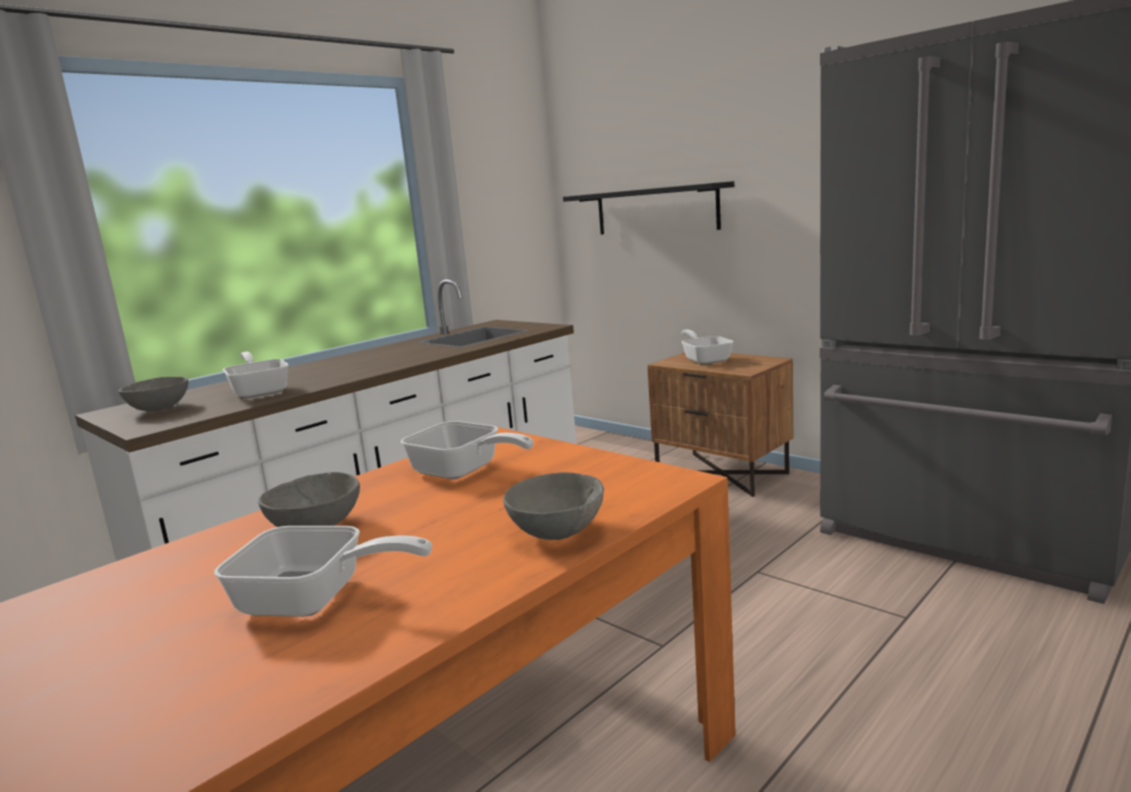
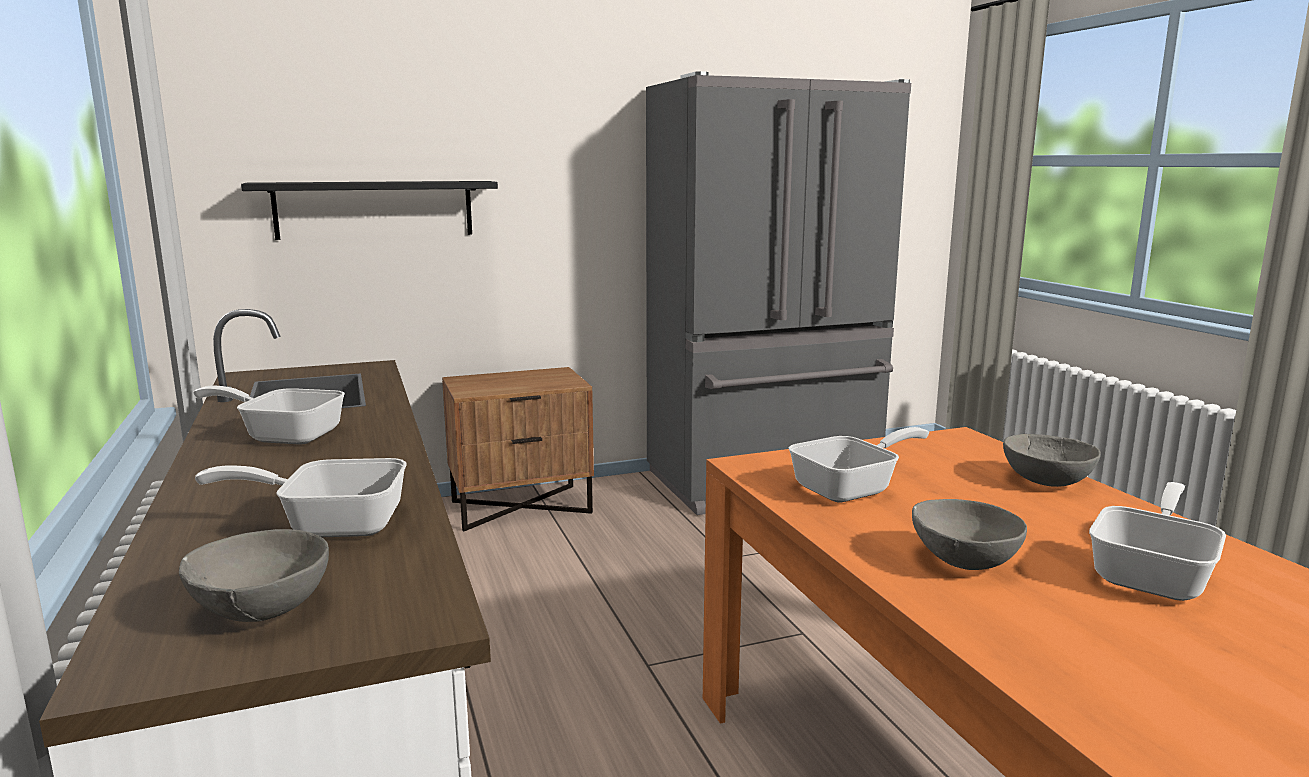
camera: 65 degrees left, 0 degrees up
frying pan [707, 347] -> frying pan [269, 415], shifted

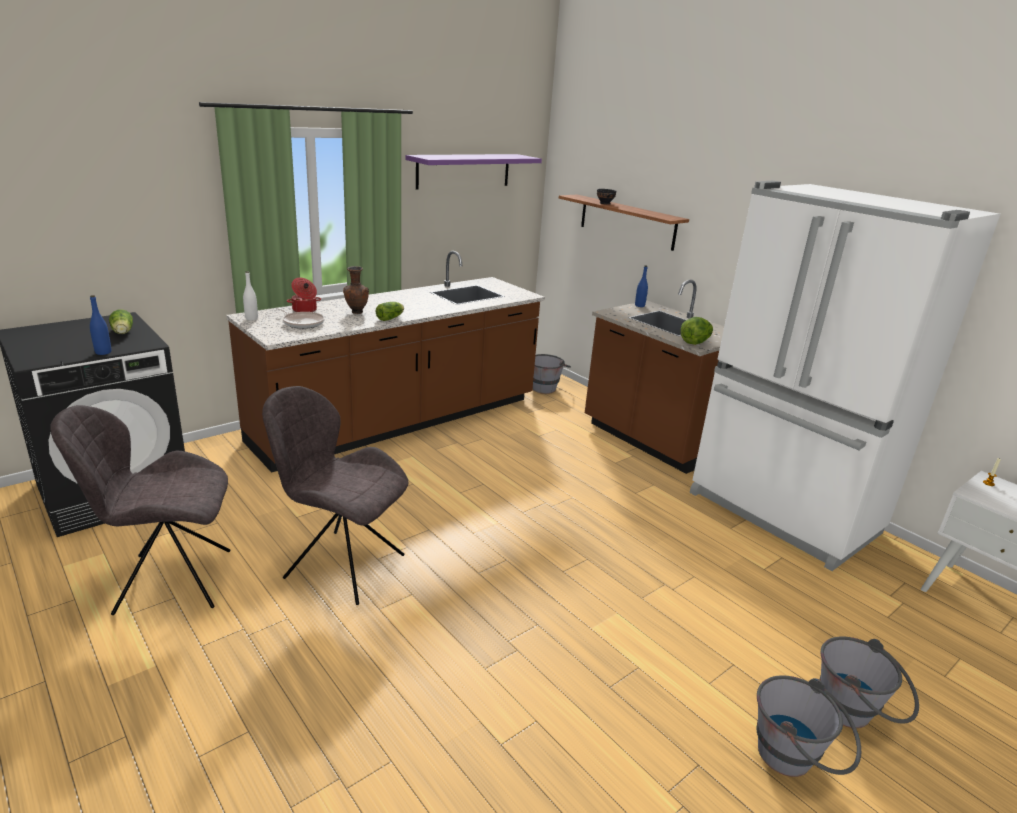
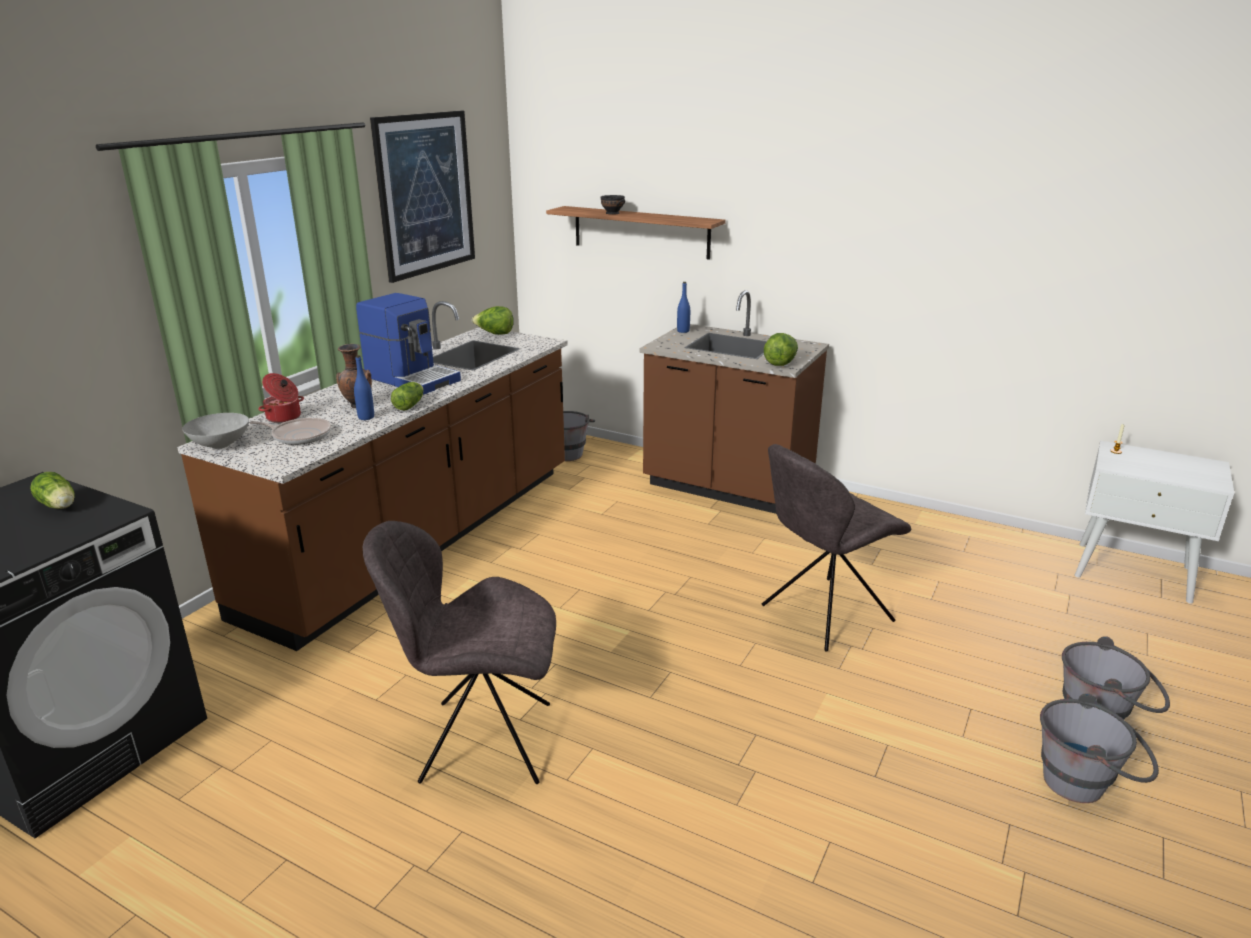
camera: 20 degrees left, 0 degrees up
white fridge [845, 376] -> none
none -> coffee machine [408, 344]
none -> lettuce [493, 320]
grey chair [140, 510] -> grey chair [836, 548], shifted
blue bottle [100, 325] -> blue bottle [364, 387], shifted
white bottle [250, 295] -> grey bowl [215, 431]
purple shelf [473, 171] -> picture [422, 197]

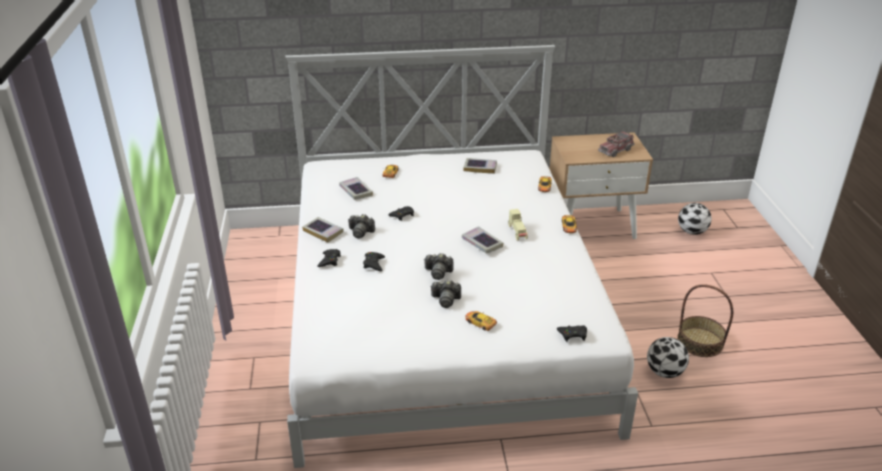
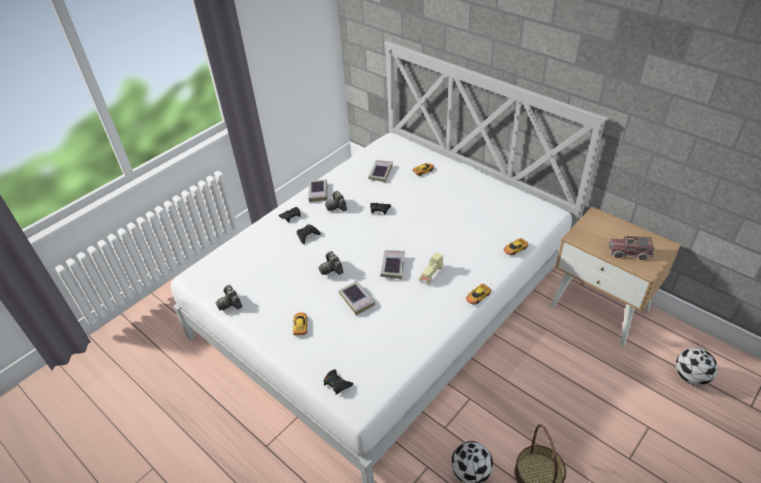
camera: 50 degrees right, 10 degrees up
photo camera [445, 294] -> photo camera [228, 297], shifted
book [480, 166] -> book [356, 298], shifted

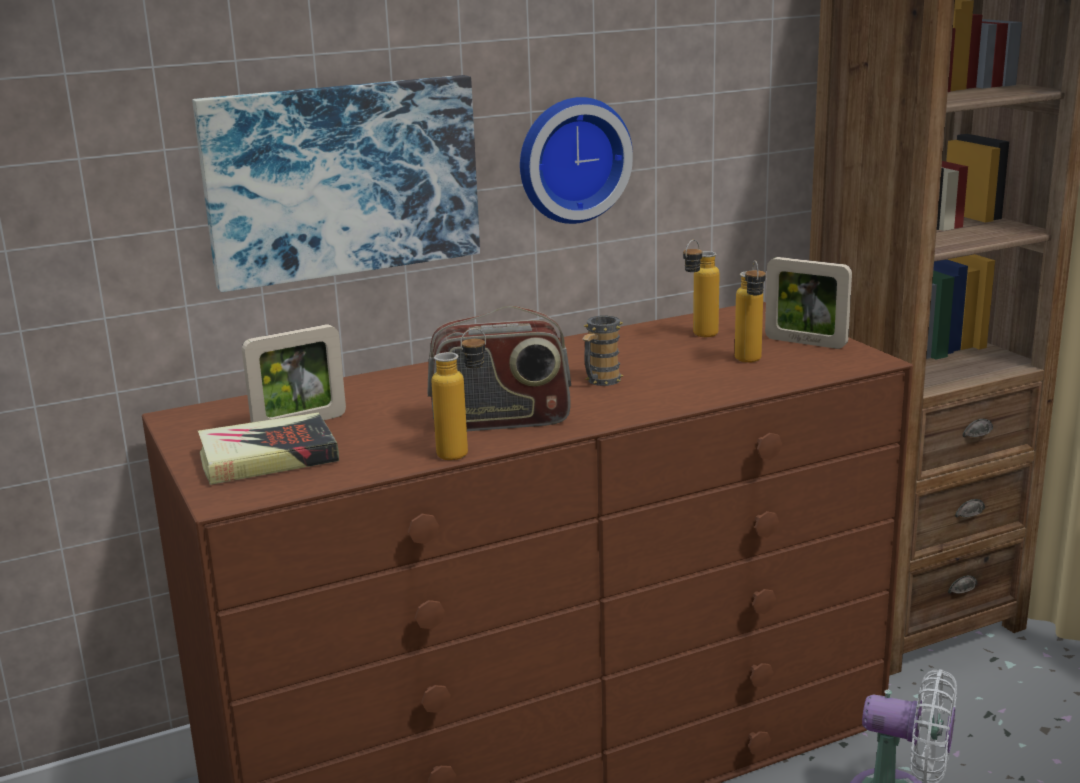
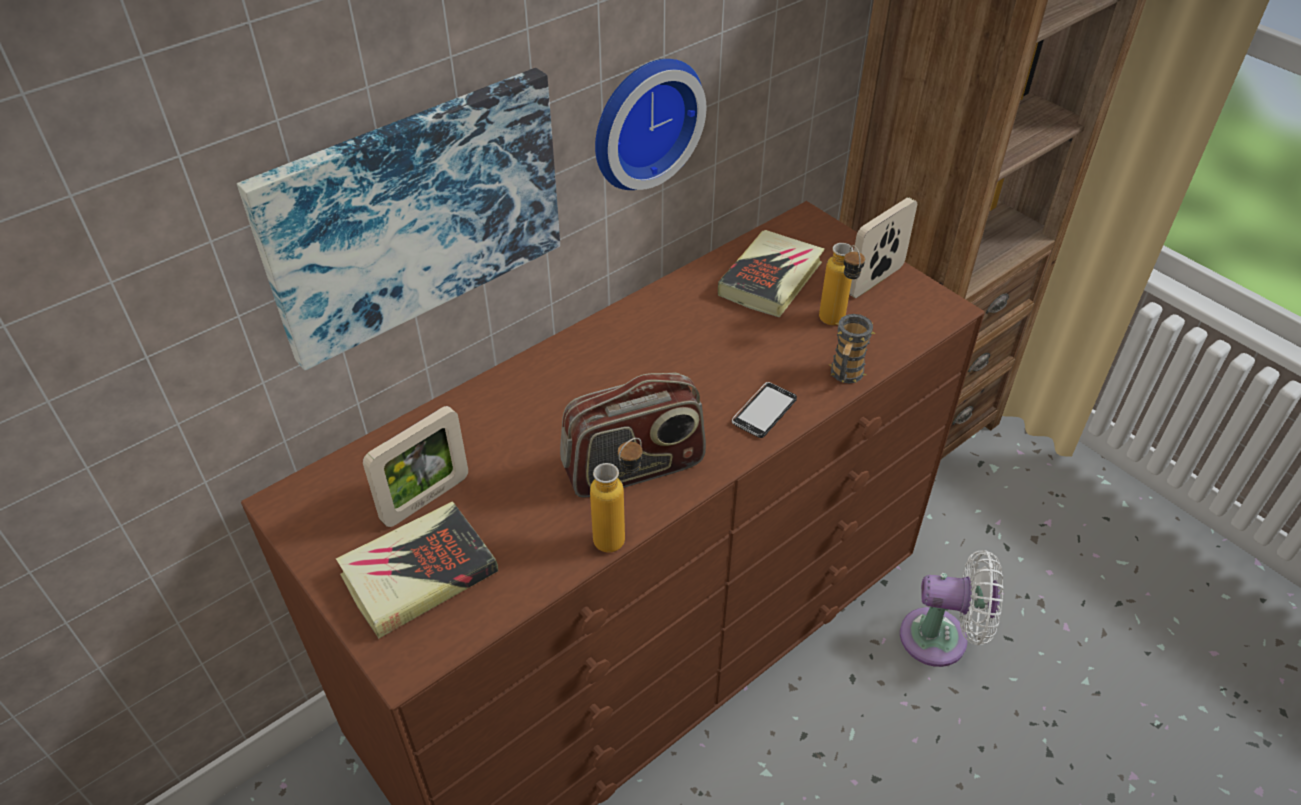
camera: 15 degrees left, 25 degrees up
none -> phone [764, 410]
mug [603, 350] -> mug [852, 348], shifted
bottle [701, 288] -> book [771, 273]
picture frame [808, 303] -> picture frame [883, 247], 120 degrees clockwise

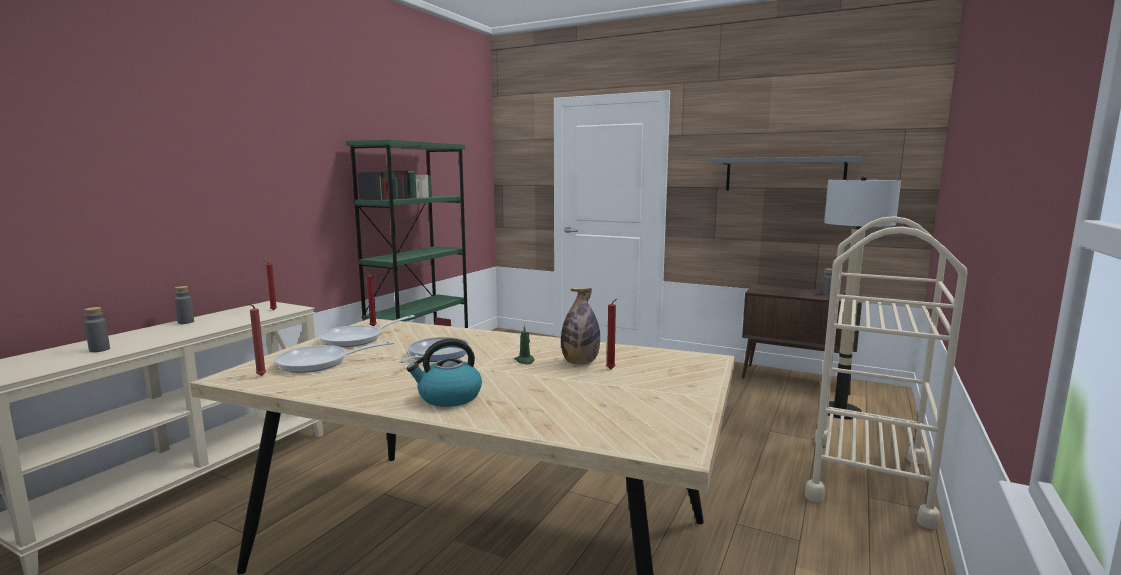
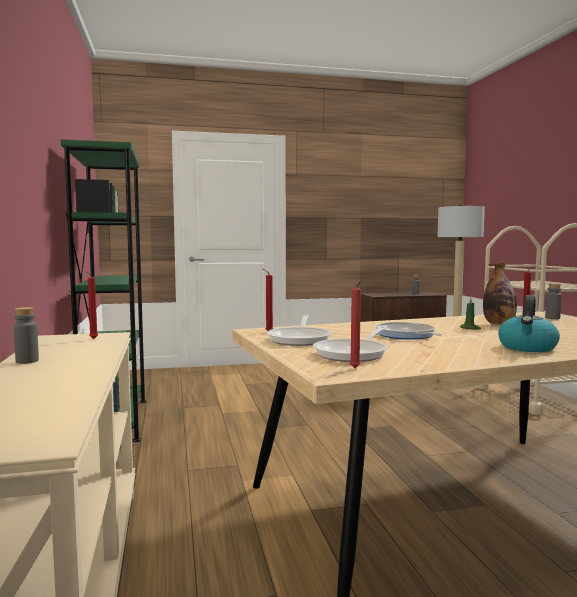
camera: 40 degrees left, 5 degrees down
grey shelf [786, 173] -> none
grey bottle [97, 329] -> grey bottle [553, 301], shifted

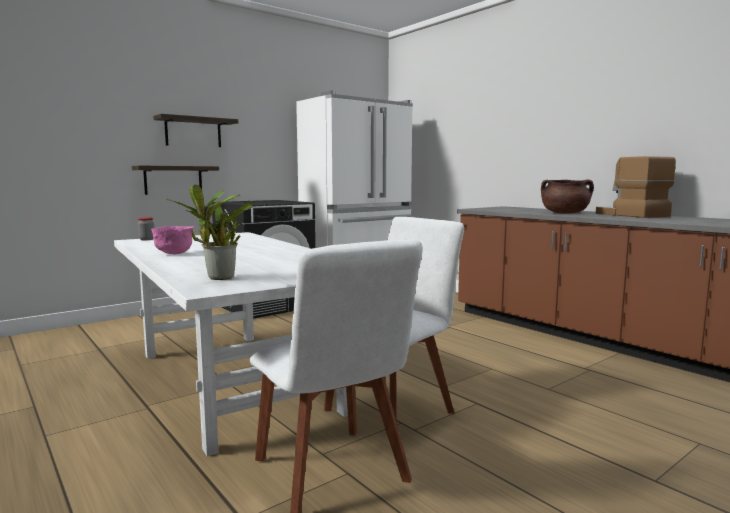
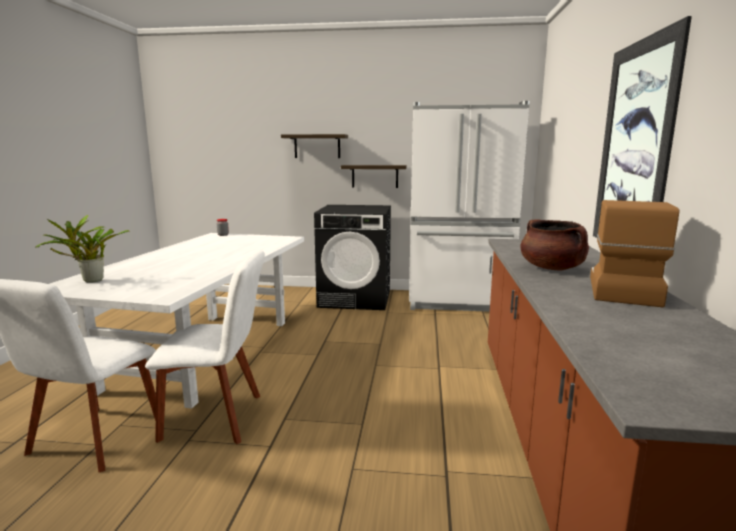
camera: 45 degrees right, 5 degrees up
pink bowl [172, 240] -> none
none -> picture [642, 127]
shelf [175, 180] -> shelf [374, 176], shifted

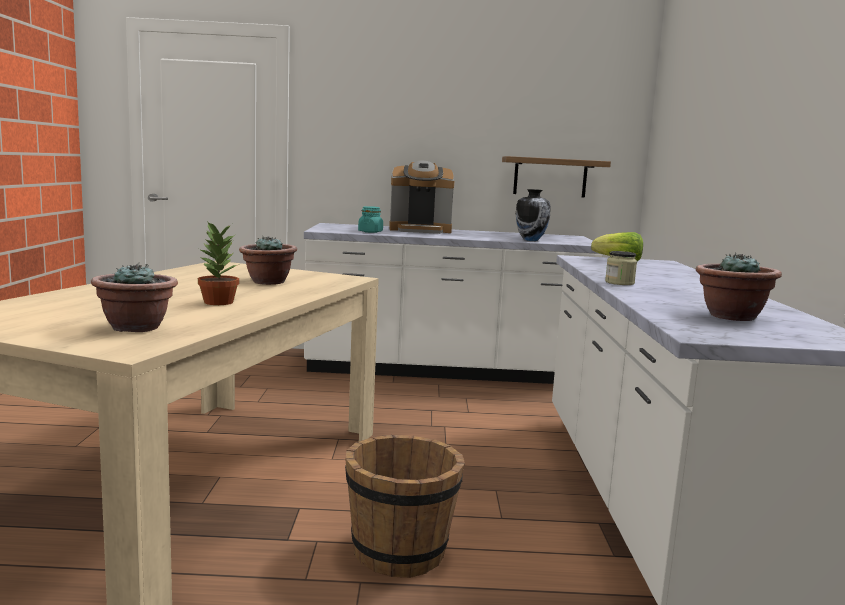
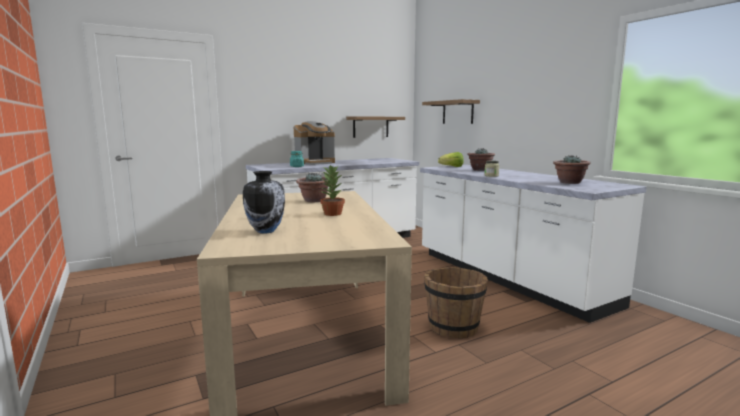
camera: 30 degrees left, 0 degrees up
none -> shelf [451, 111]
potted plant [134, 297] -> potted plant [481, 159], shifted
vase [533, 215] -> vase [264, 202], shifted

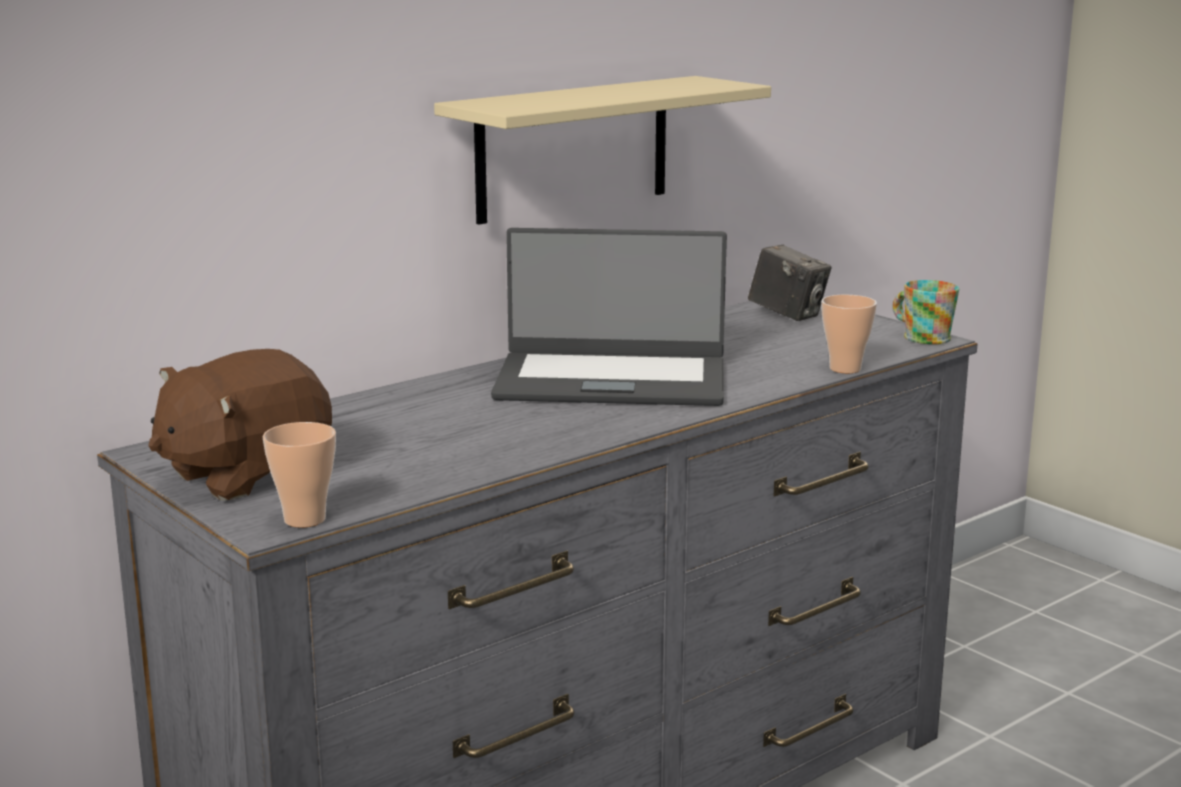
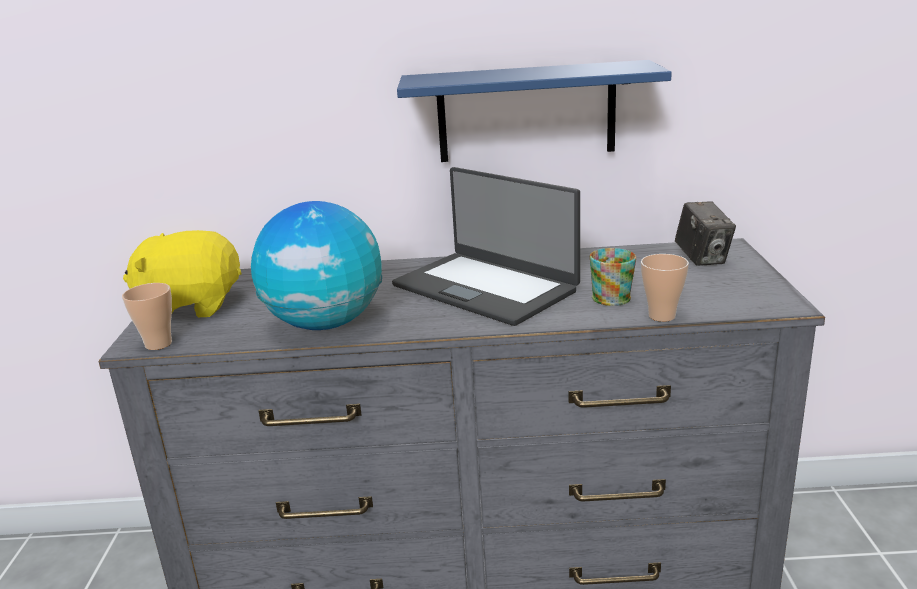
camera: 40 degrees right, 5 degrees up
none -> globe [316, 265]
mug [926, 312] -> mug [613, 277], shifted
brown plush toy [240, 425] -> yellow plush toy [182, 273]
beige shelf [602, 150] -> blue shelf [534, 111]

